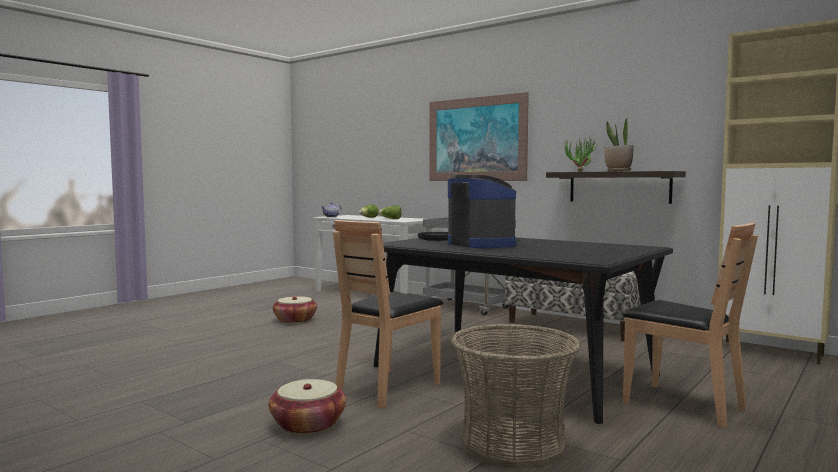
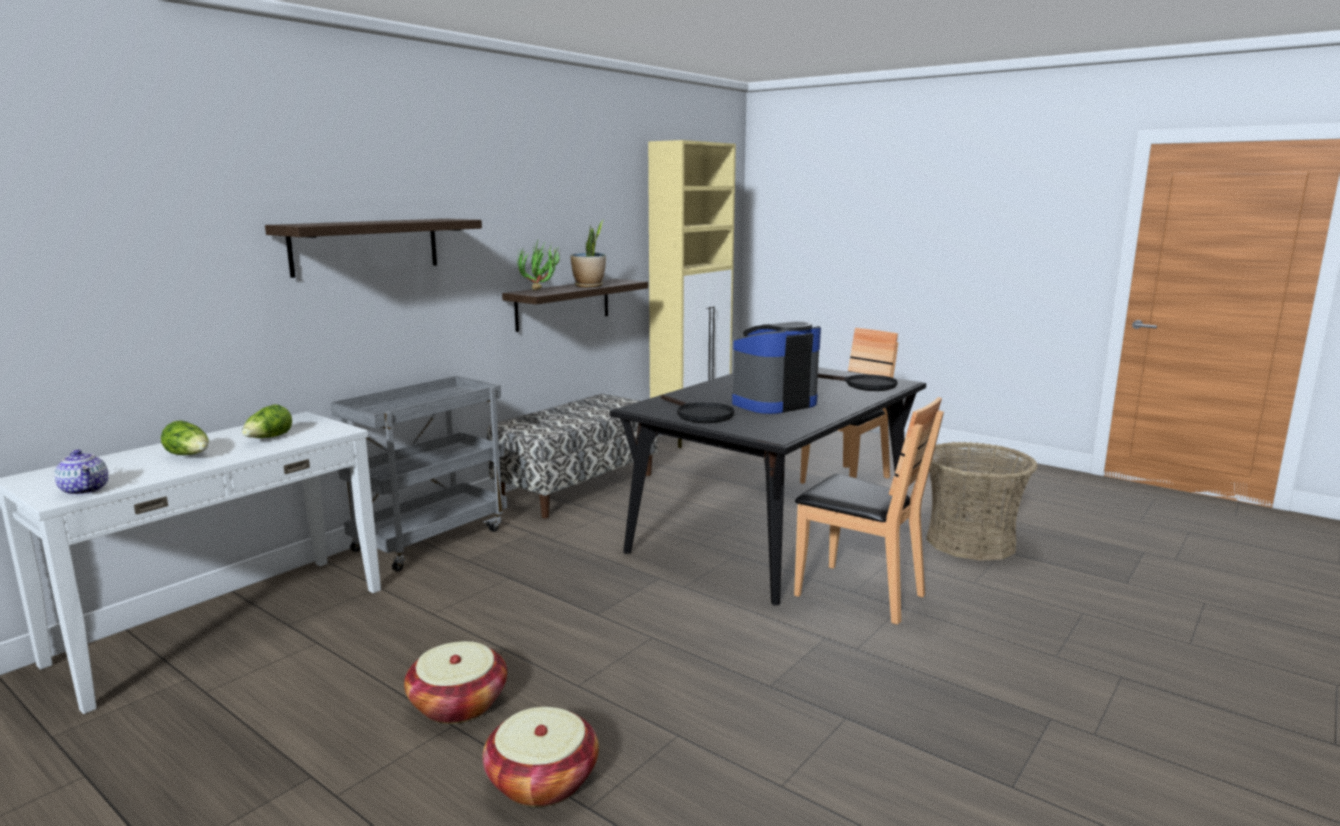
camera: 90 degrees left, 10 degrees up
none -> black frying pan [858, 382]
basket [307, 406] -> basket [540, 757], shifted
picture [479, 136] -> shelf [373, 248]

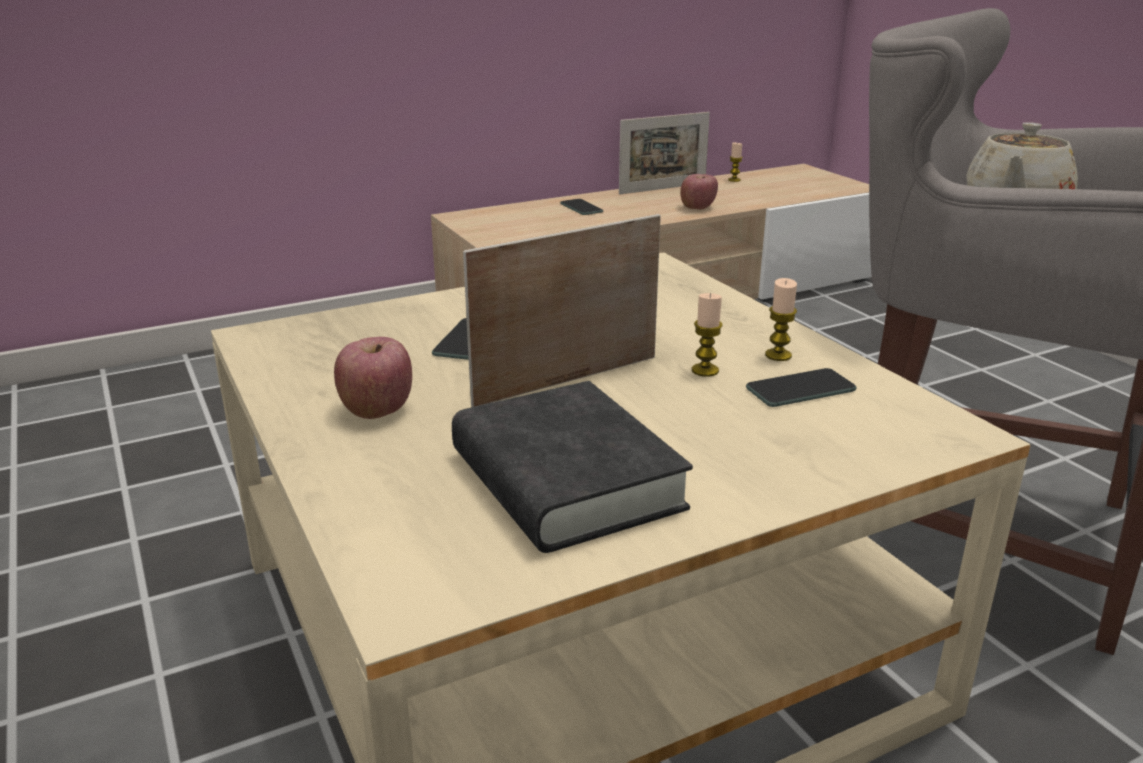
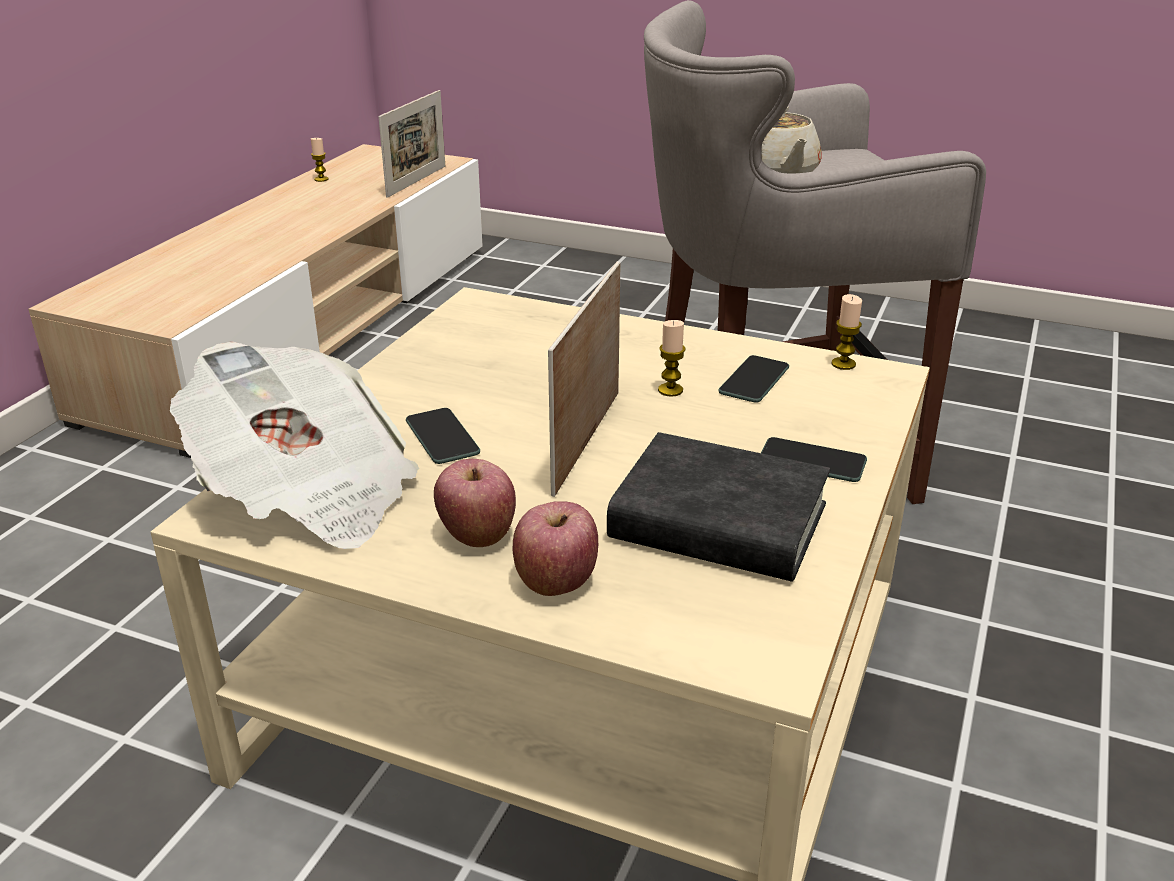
camera: 40 degrees left, 5 degrees up
none -> newspaper [294, 445]
phone [581, 207] -> phone [814, 459], shifted
picture frame [664, 153] -> picture frame [411, 144], shifted
apple [699, 191] -> apple [555, 549], shifted
candle [781, 319] -> candle [846, 332], shifted

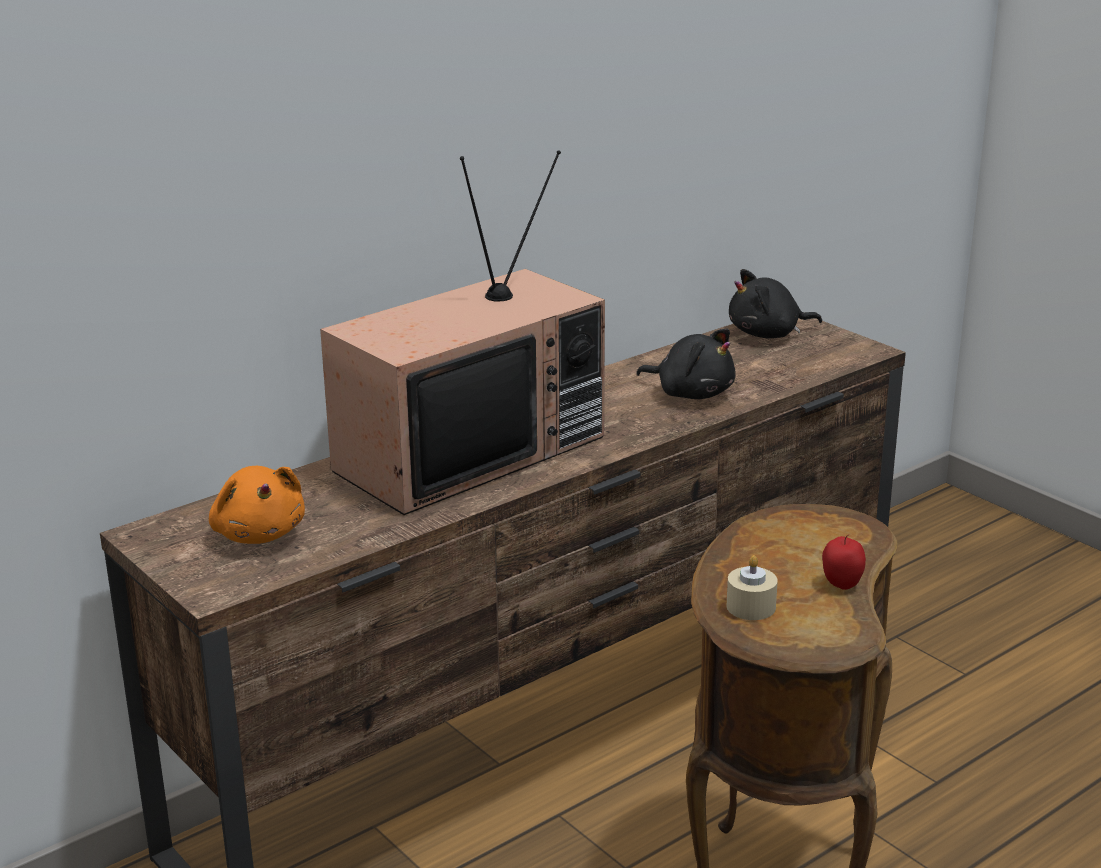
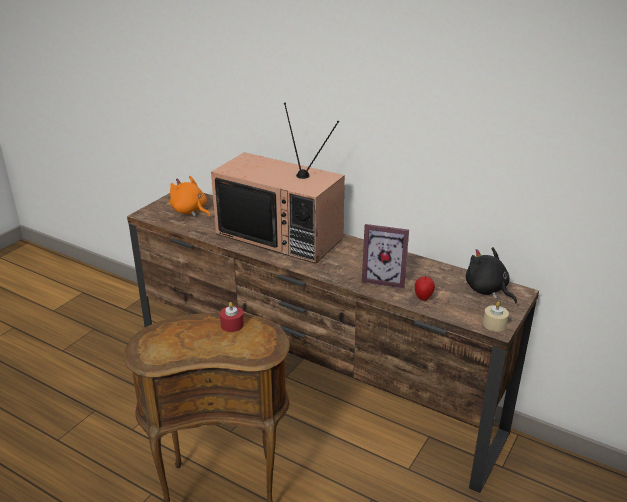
camera: 70 degrees right, 5 degrees up
none -> red candle [232, 317]
beige candle [752, 587] -> beige candle [496, 316], shifted
apple [844, 562] -> apple [425, 288], shifted
black plush toy [686, 364] -> picture frame [385, 256]
orange plush toy [257, 505] -> orange plush toy [190, 197], 90 degrees clockwise

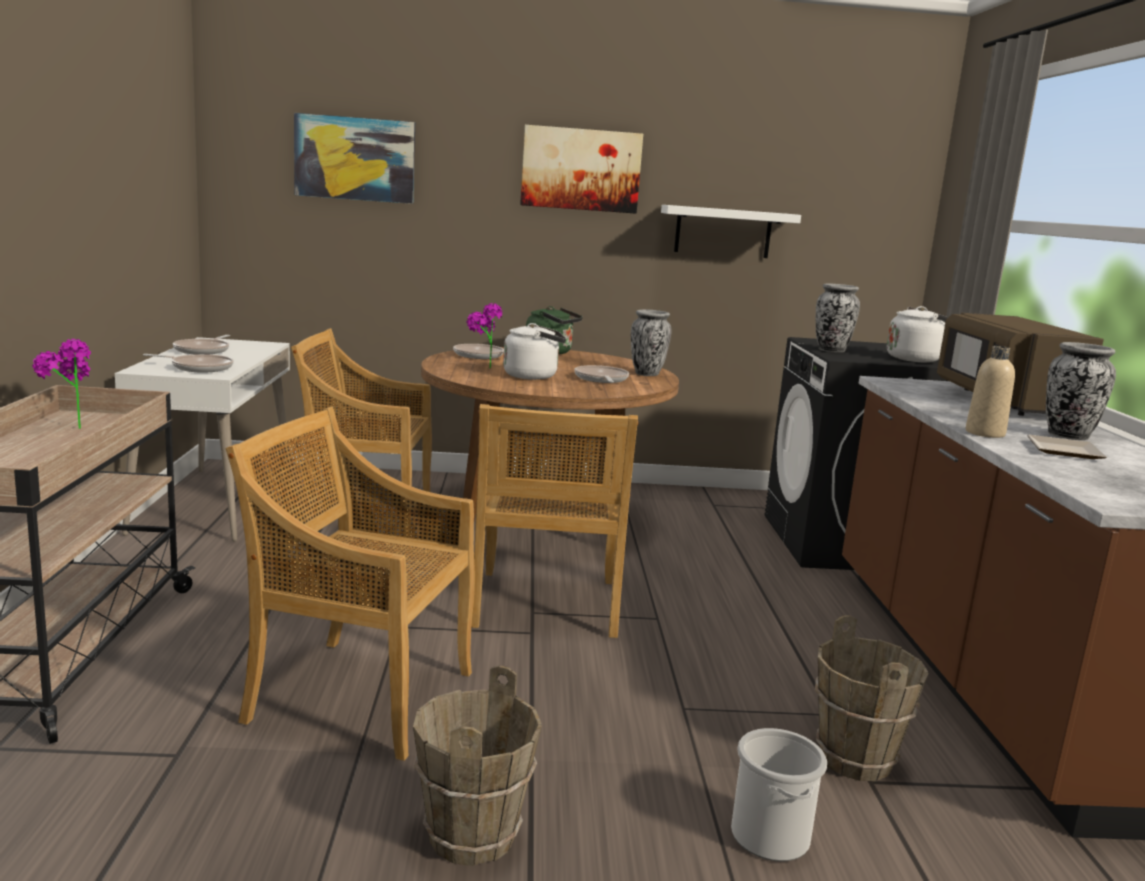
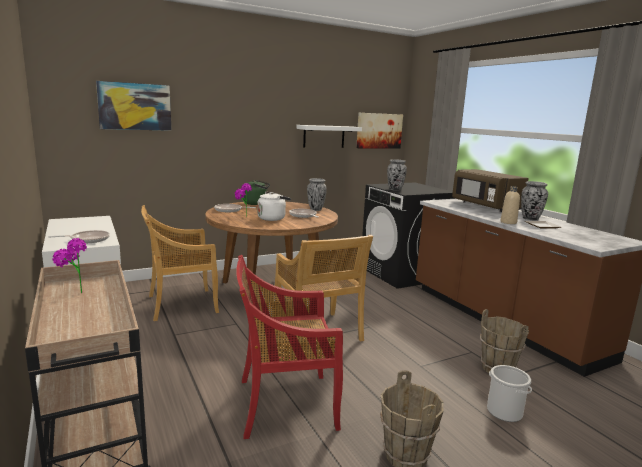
camera: 25 degrees left, 0 degrees up
frying pan [201, 344] -> none
white kettle [917, 334] -> none
picture [581, 169] -> picture [379, 131], shifted
beige chair [350, 584] -> red chair [289, 347]

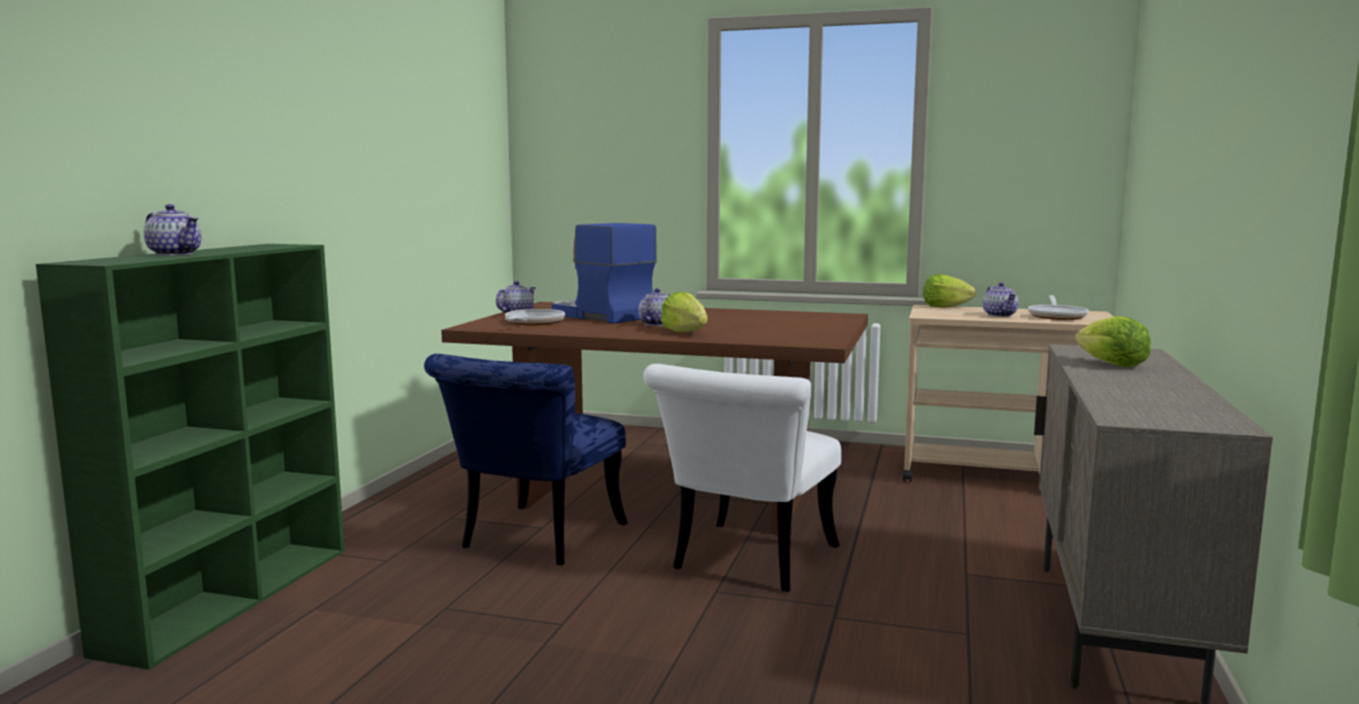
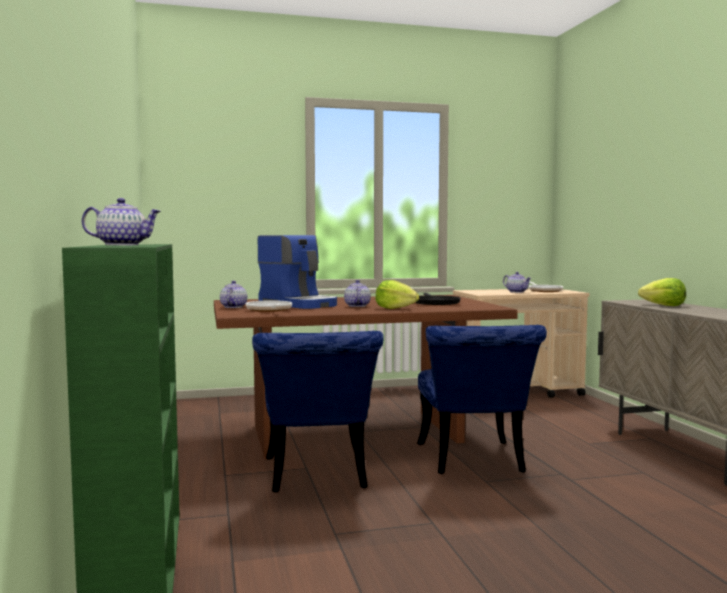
camera: 30 degrees left, 5 degrees down
lettuce [950, 291] -> none
none -> black frying pan [438, 299]
white chair [742, 478] -> blue chair [482, 399]
coffee machine [604, 273] -> coffee machine [297, 272], 150 degrees counterclockwise

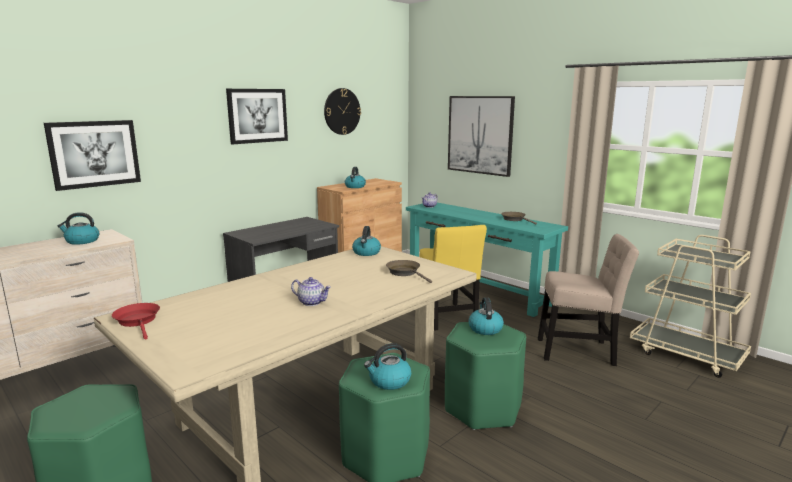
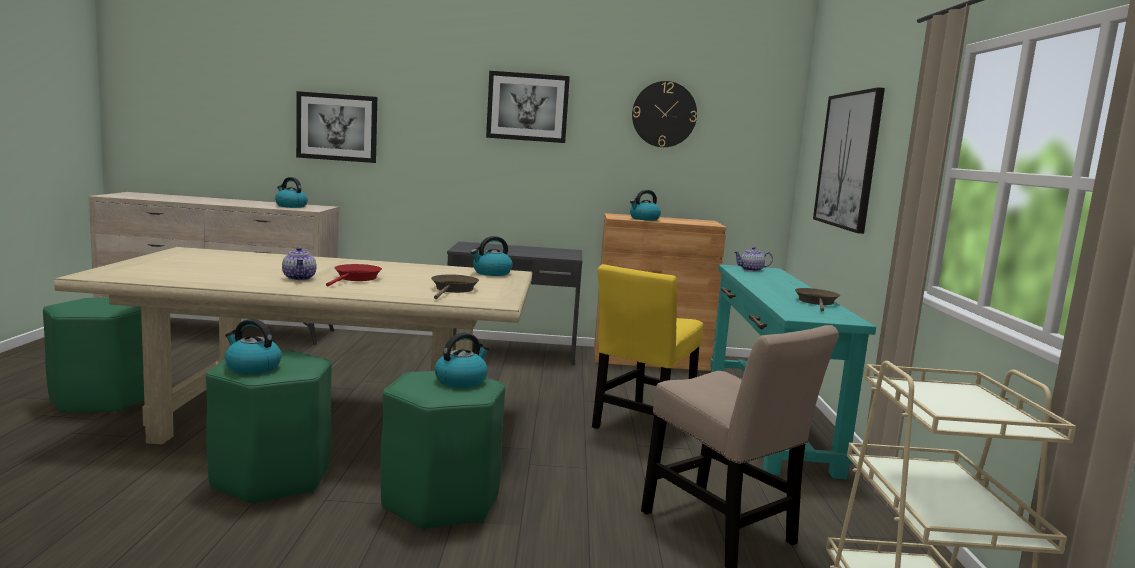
camera: 45 degrees right, 5 degrees down
red frying pan [136, 321] -> red frying pan [354, 275], shifted

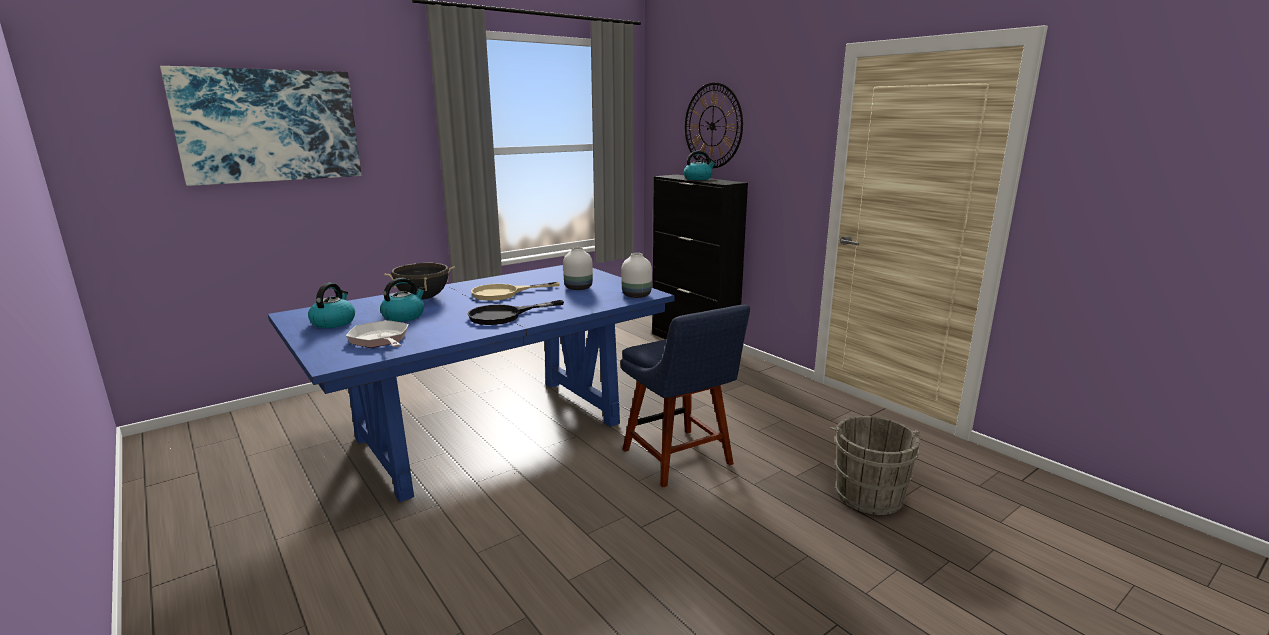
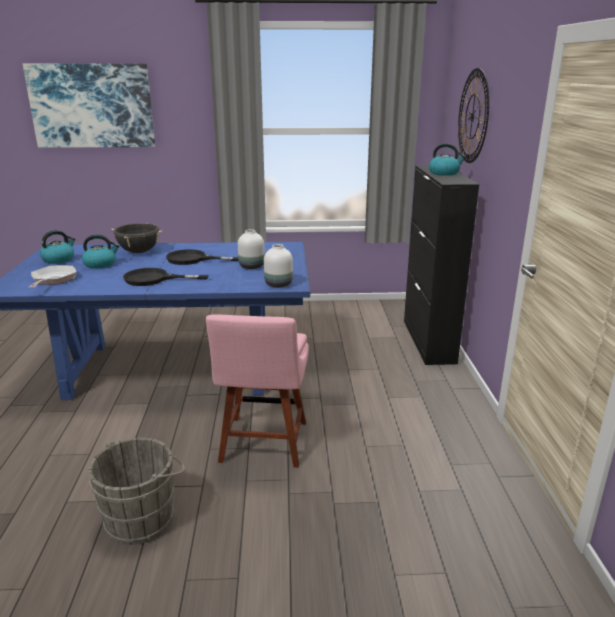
camera: 35 degrees right, 5 degrees up
grey bucket [875, 465] -> grey bucket [136, 491], shifted
beige frying pan [515, 291] -> black frying pan [202, 257]
blue chair [685, 396] -> pink chair [257, 391]

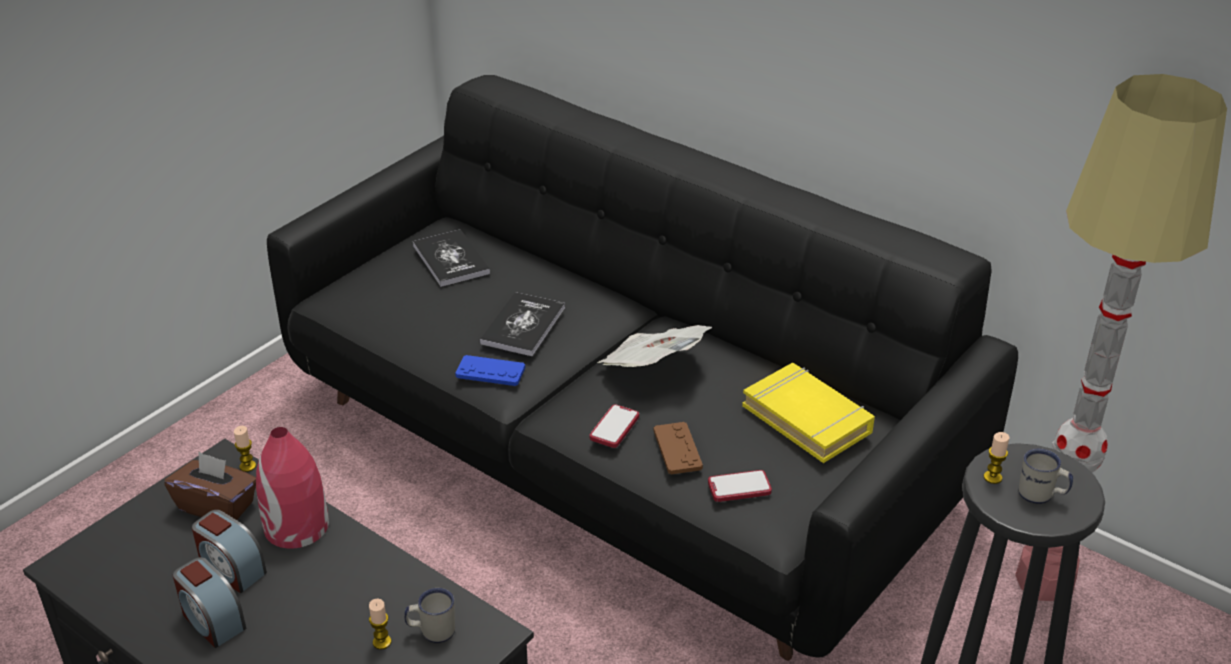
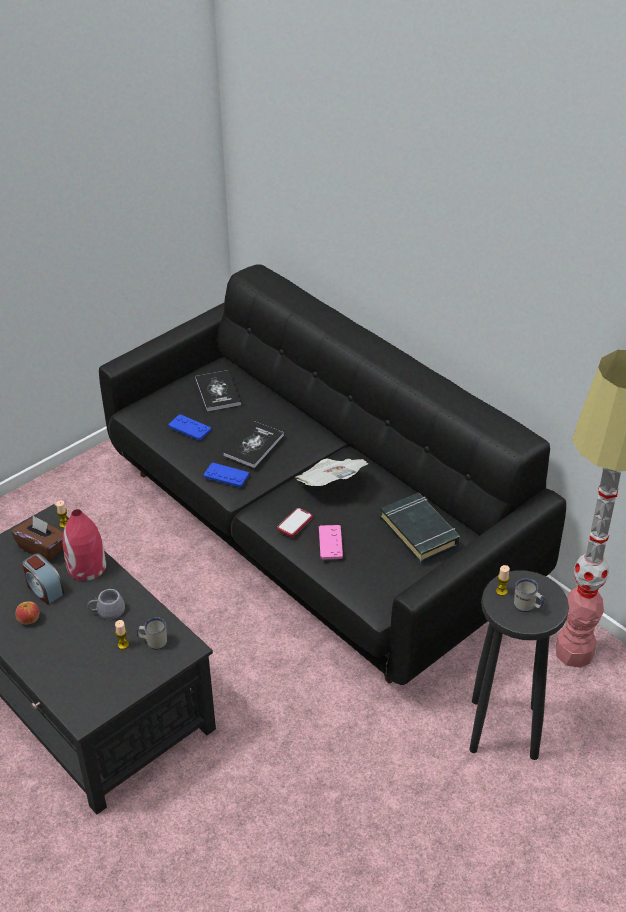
camera: 10 degrees right, 5 degrees up
phone [740, 486] -> none
none -> grey mug [106, 604]
none -> blue game controller [189, 427]
alarm clock [209, 602] -> apple [27, 612]
brown game controller [678, 448] -> pink game controller [331, 542]
yellow book [808, 413] -> black book [420, 528]

